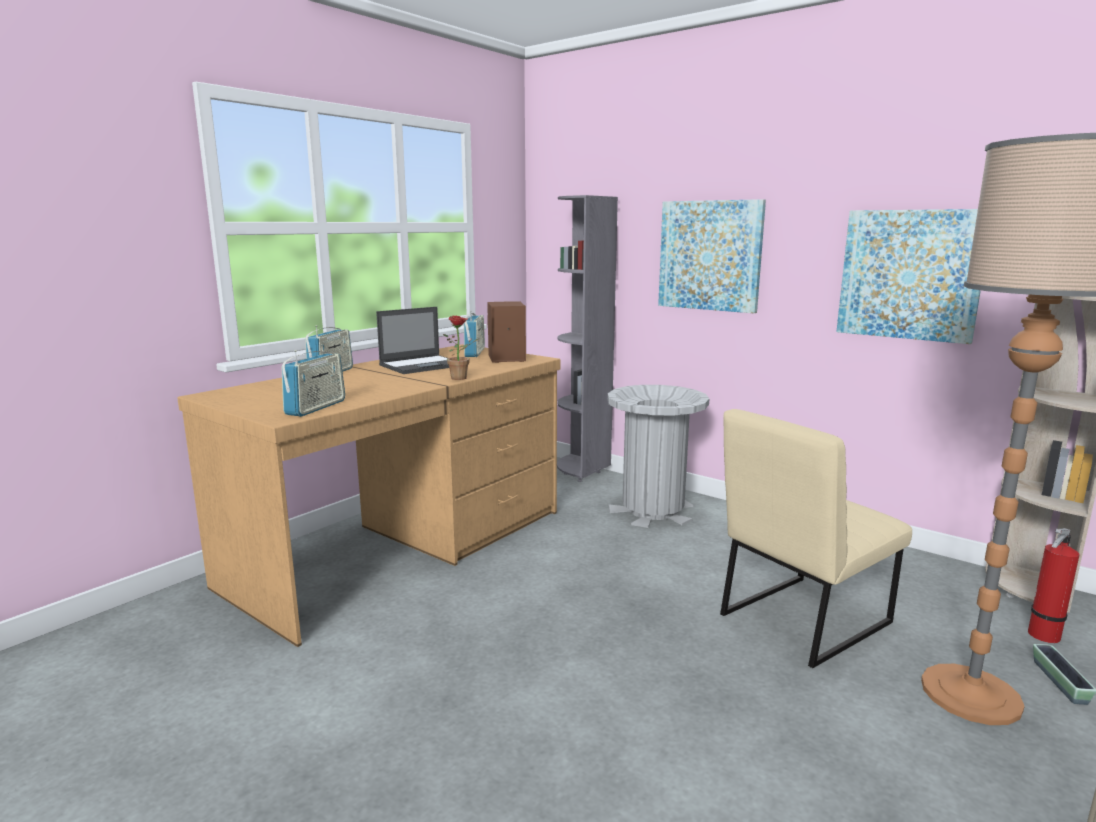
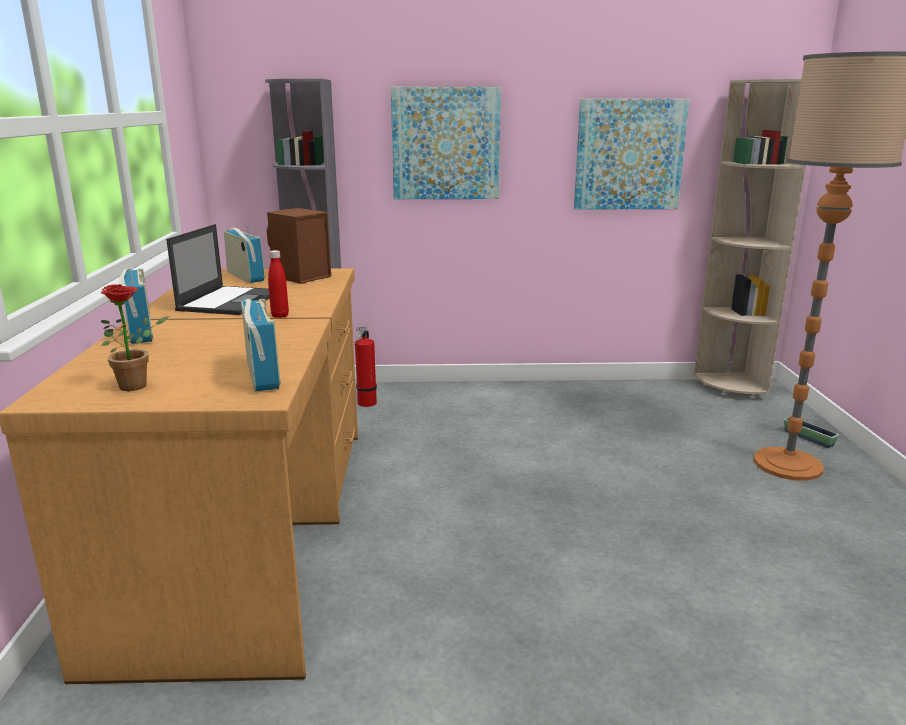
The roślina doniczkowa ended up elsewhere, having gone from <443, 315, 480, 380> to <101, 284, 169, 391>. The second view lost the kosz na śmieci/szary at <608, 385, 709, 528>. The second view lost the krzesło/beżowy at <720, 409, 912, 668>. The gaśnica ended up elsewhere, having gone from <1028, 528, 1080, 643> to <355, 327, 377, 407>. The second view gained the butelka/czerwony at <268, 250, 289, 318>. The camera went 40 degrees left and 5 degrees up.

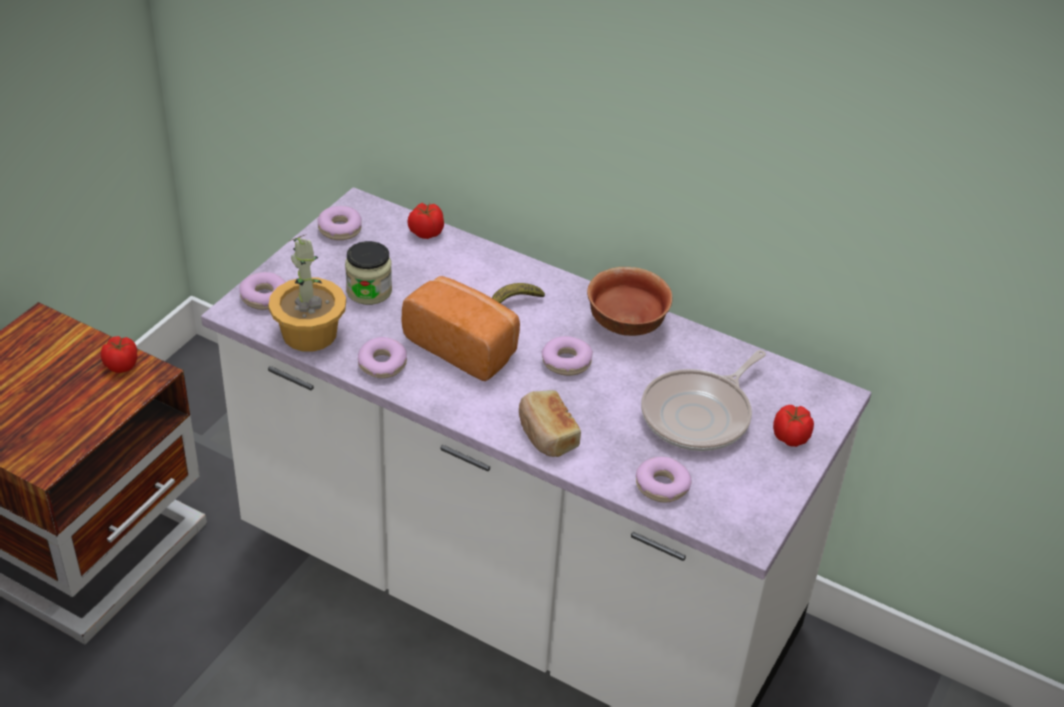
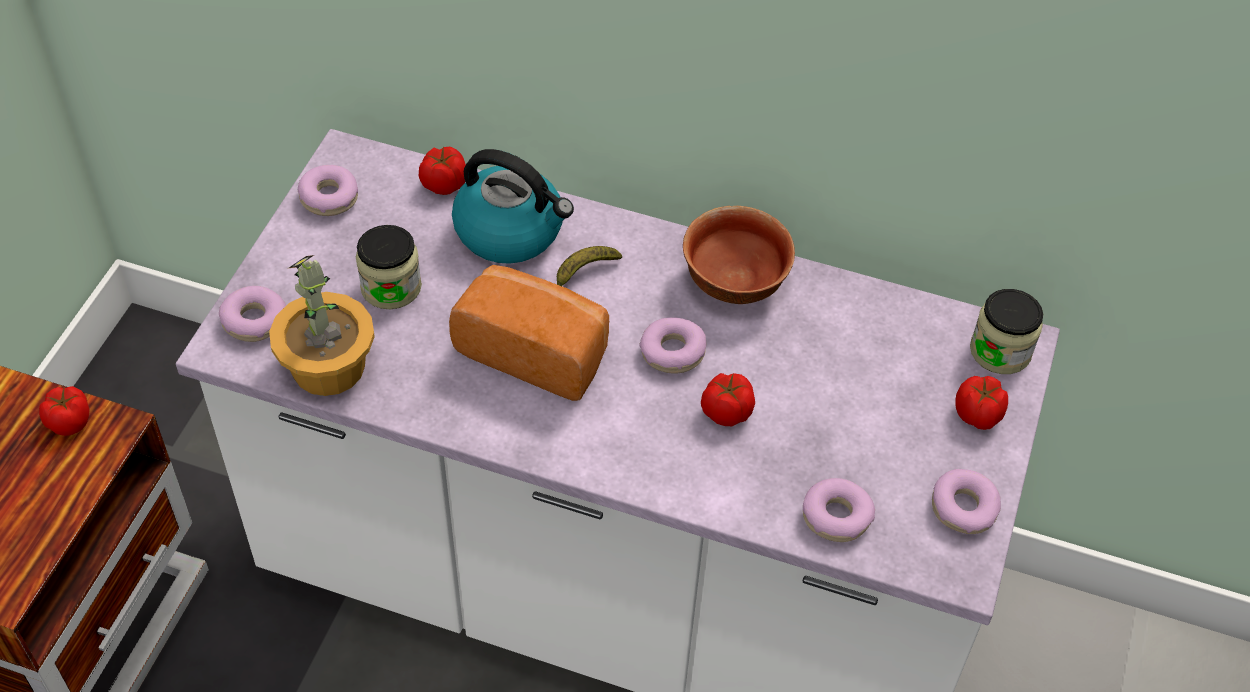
The donut ended up elsewhere, having gone from <358, 337, 407, 378> to <932, 469, 1001, 534>. The second view lost the chleb at <519, 390, 581, 457>. The second view lost the patelnia at <641, 350, 766, 451>. The second view gained the czajnik at <452, 149, 574, 264>. The second view gained the pomidor at <701, 373, 755, 426>. The second view gained the słoik at <970, 289, 1043, 374>. The camera went 10 degrees left and 10 degrees up.

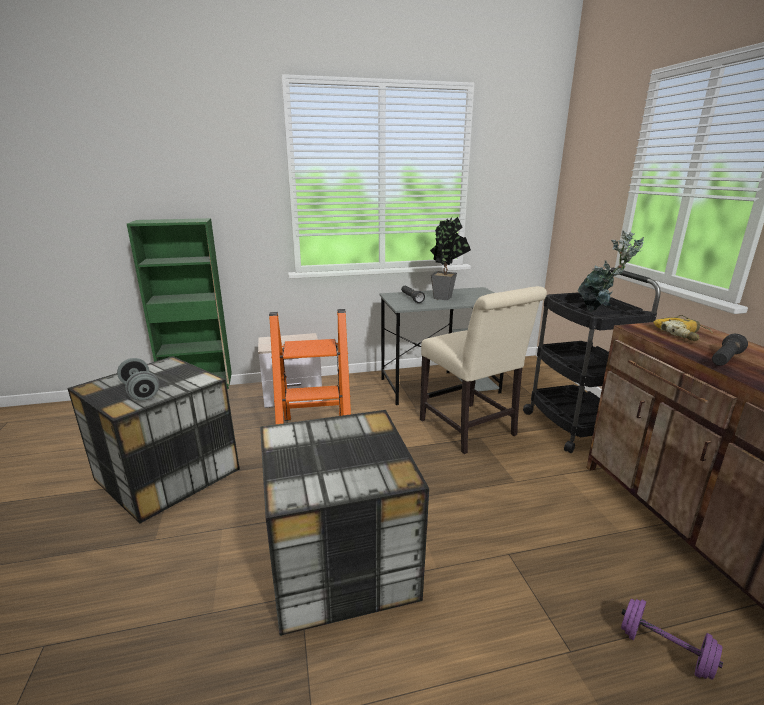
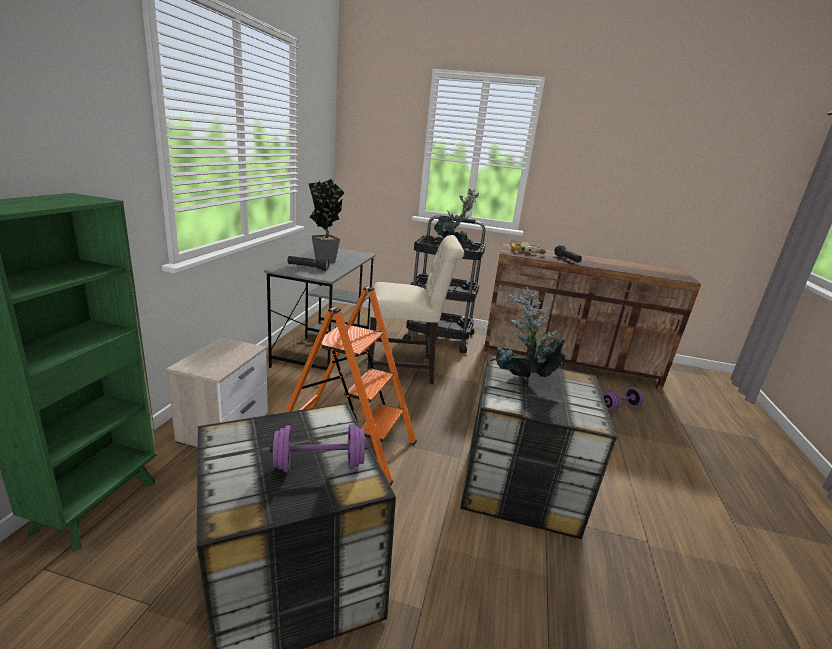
What was the hantel/szary at <117, 358, 159, 401> turned into the hantel/fioletowy at <270, 424, 368, 472>. The second view gained the roślina doniczkowa at <491, 287, 566, 378>. The camera went 65 degrees left and 0 degrees up.

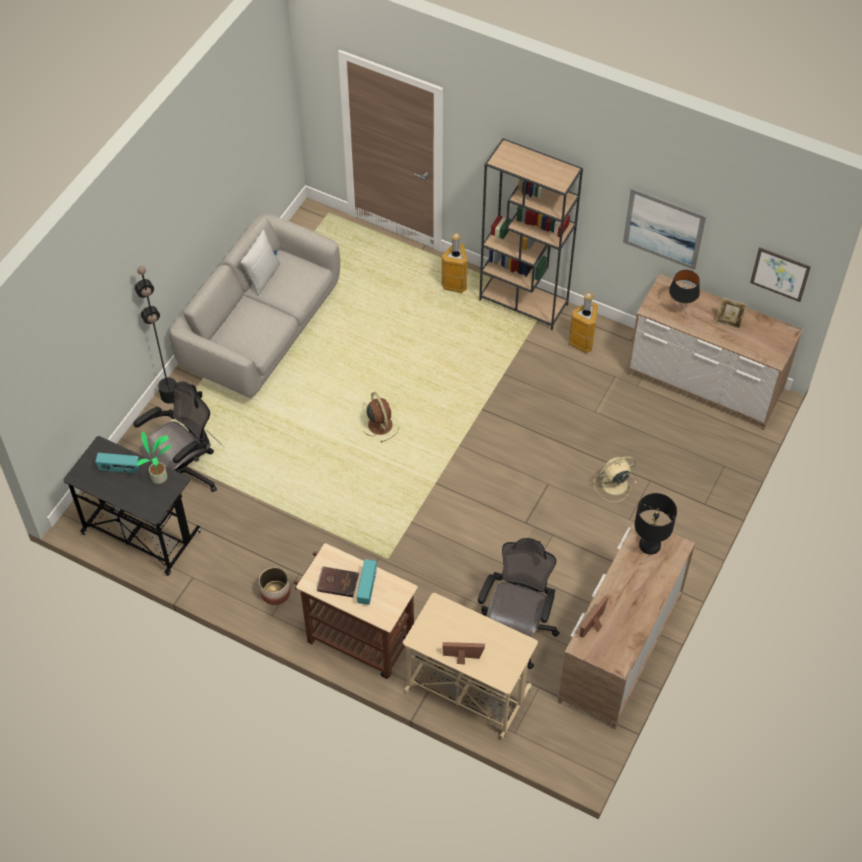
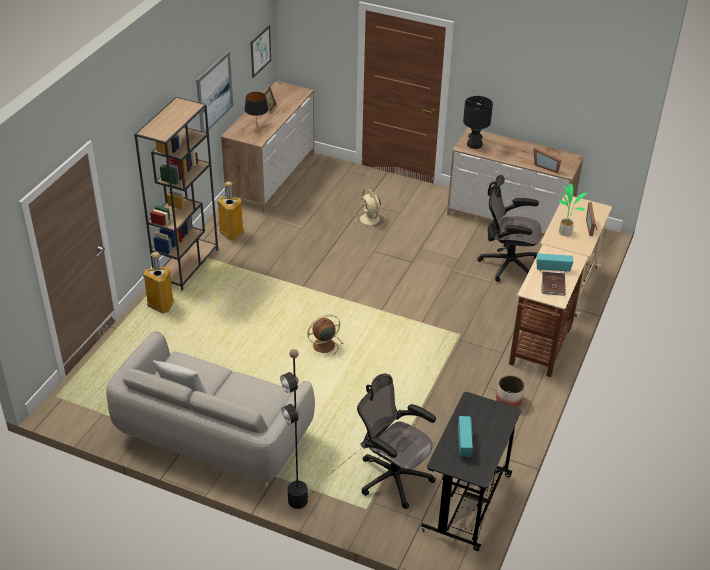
The roślina doniczkowa ended up elsewhere, having gone from <136, 432, 171, 484> to <559, 184, 587, 236>. The camera went 95 degrees left and 15 degrees down.

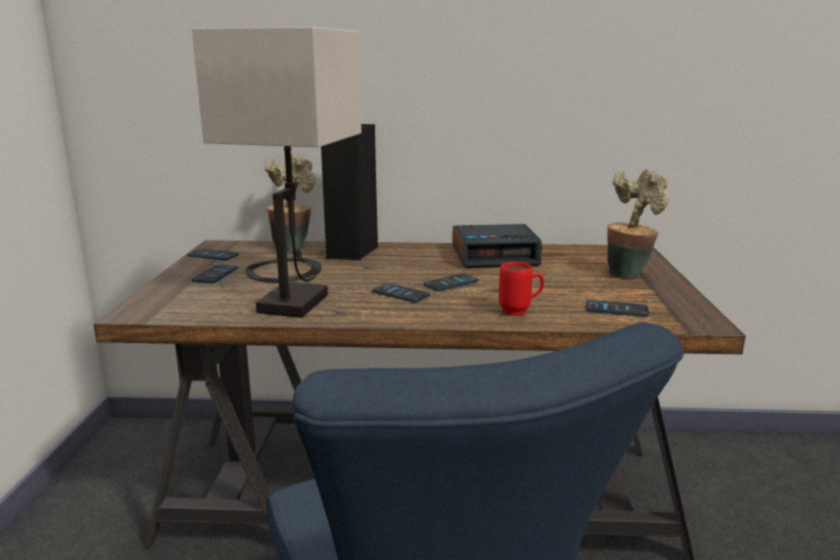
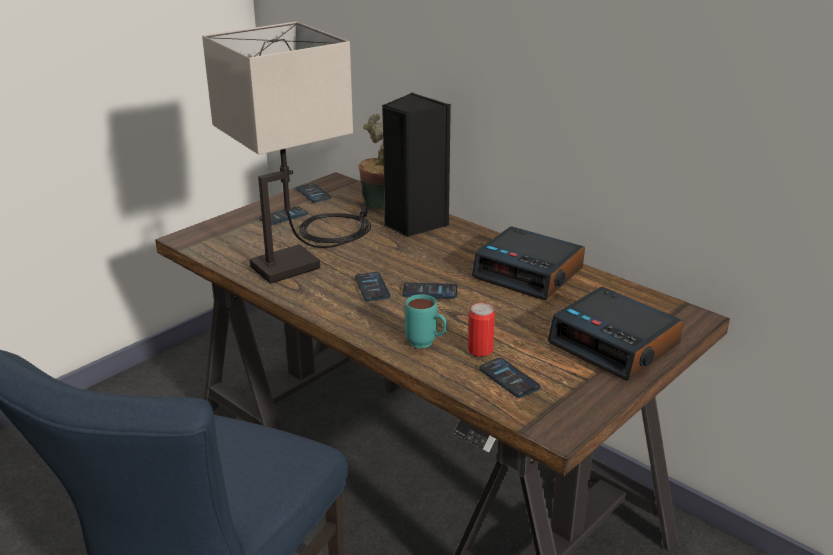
What was the kubek/czerwony at <499, 262, 544, 316> turned into the kubek/turkusowy at <405, 294, 447, 349>. Where the roślina doniczkowa stood at <607, 169, 669, 279>, the budzik came to stand at <548, 287, 684, 381>. The second view gained the puszka at <468, 303, 495, 357>. The camera went 40 degrees right and 10 degrees up.

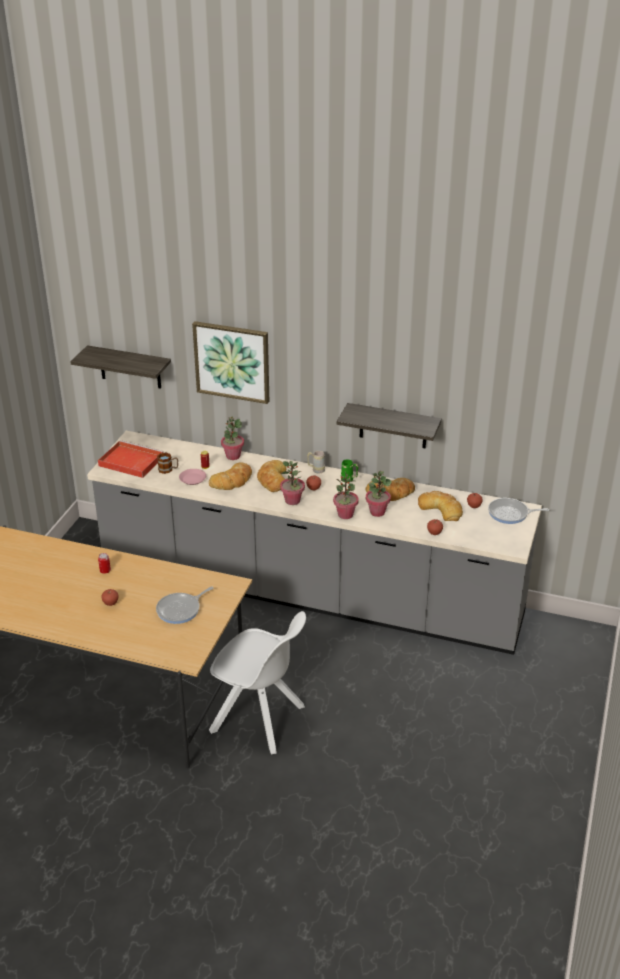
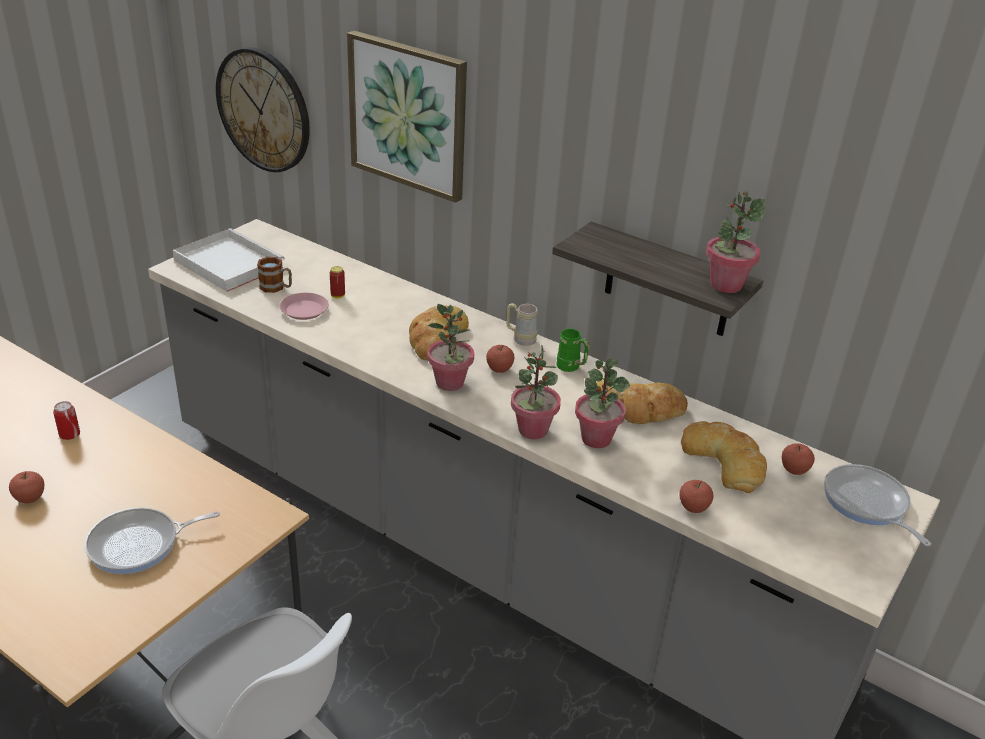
Where the półka hung at <70, 345, 171, 388>, the zegar ścienny came to hang at <216, 47, 310, 172>. What was the taca/czerwony at <98, 440, 164, 478> turned into the taca/biały at <173, 228, 285, 292>. The second view lost the chleb at <209, 463, 252, 490>. The roślina doniczkowa ended up elsewhere, having gone from <221, 416, 244, 460> to <706, 191, 765, 293>. The patelnia at <488, 498, 549, 524> ended up facing another way, 45 degrees clockwise from before. The camera went 15 degrees right and 0 degrees up.

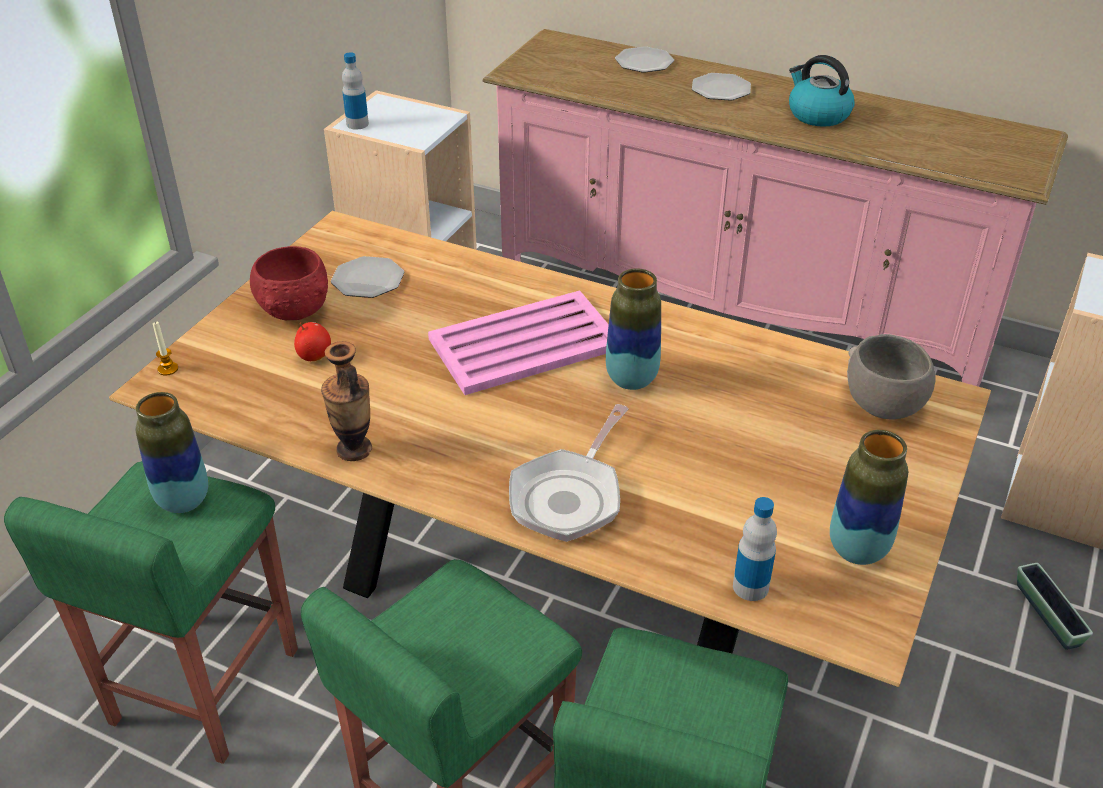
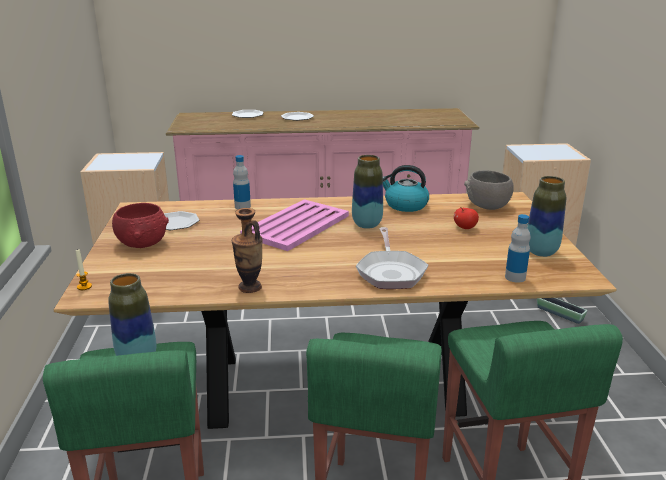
The jabłko ended up elsewhere, having gone from <294, 322, 331, 361> to <454, 207, 479, 229>. The butelka ended up elsewhere, having gone from <342, 52, 369, 130> to <233, 155, 251, 209>. The czajnik ended up elsewhere, having gone from <789, 55, 855, 127> to <383, 165, 429, 212>. The camera went 30 degrees left and 15 degrees down.

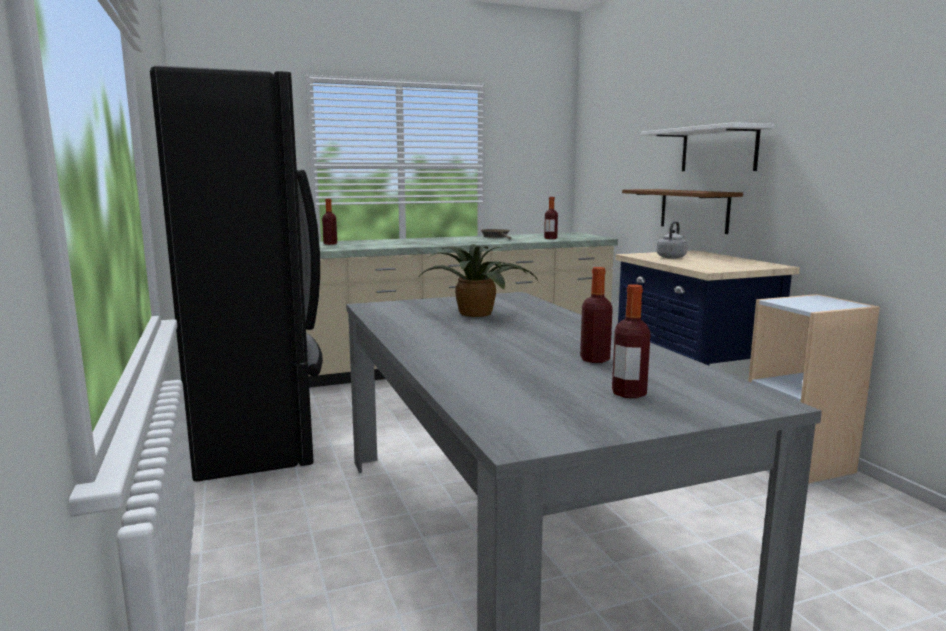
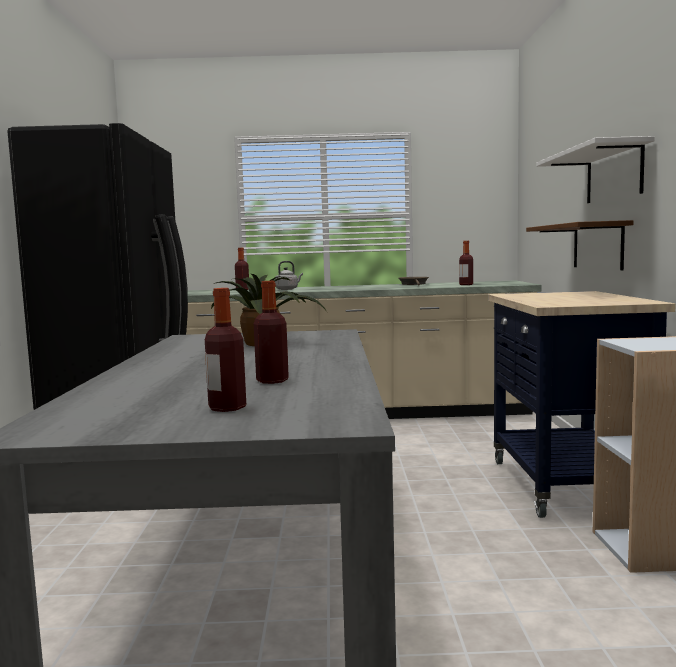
The czajnik/szary ended up elsewhere, having gone from <657, 221, 688, 259> to <275, 261, 303, 290>. The camera went 20 degrees right and 5 degrees down.

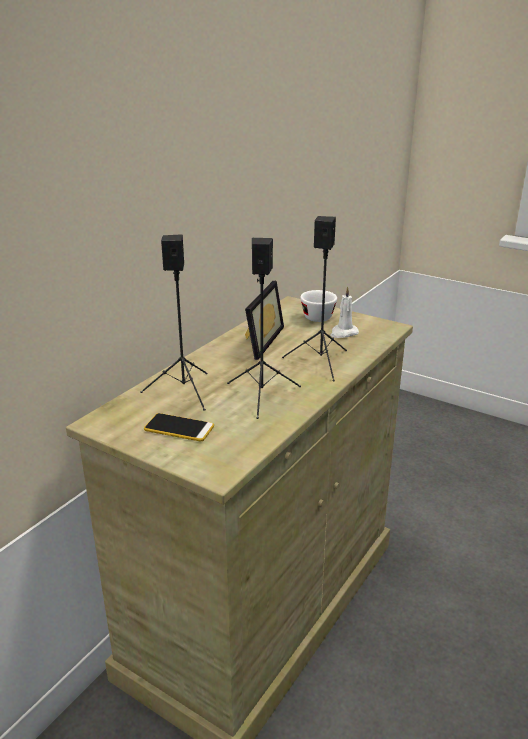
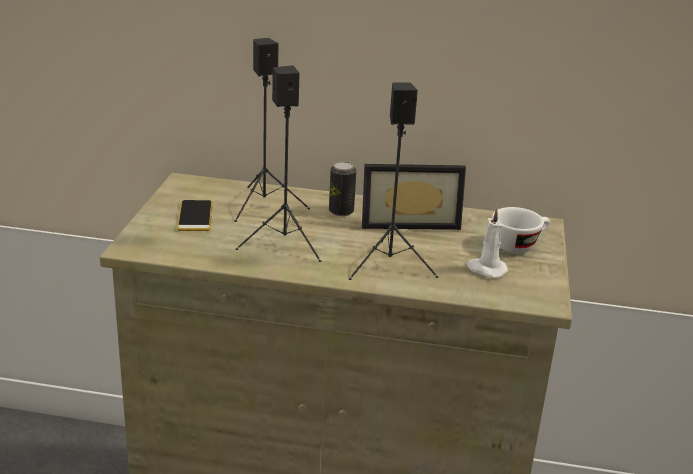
The second view gained the puszka at <329, 162, 356, 216>. The camera went 65 degrees right and 0 degrees up.

